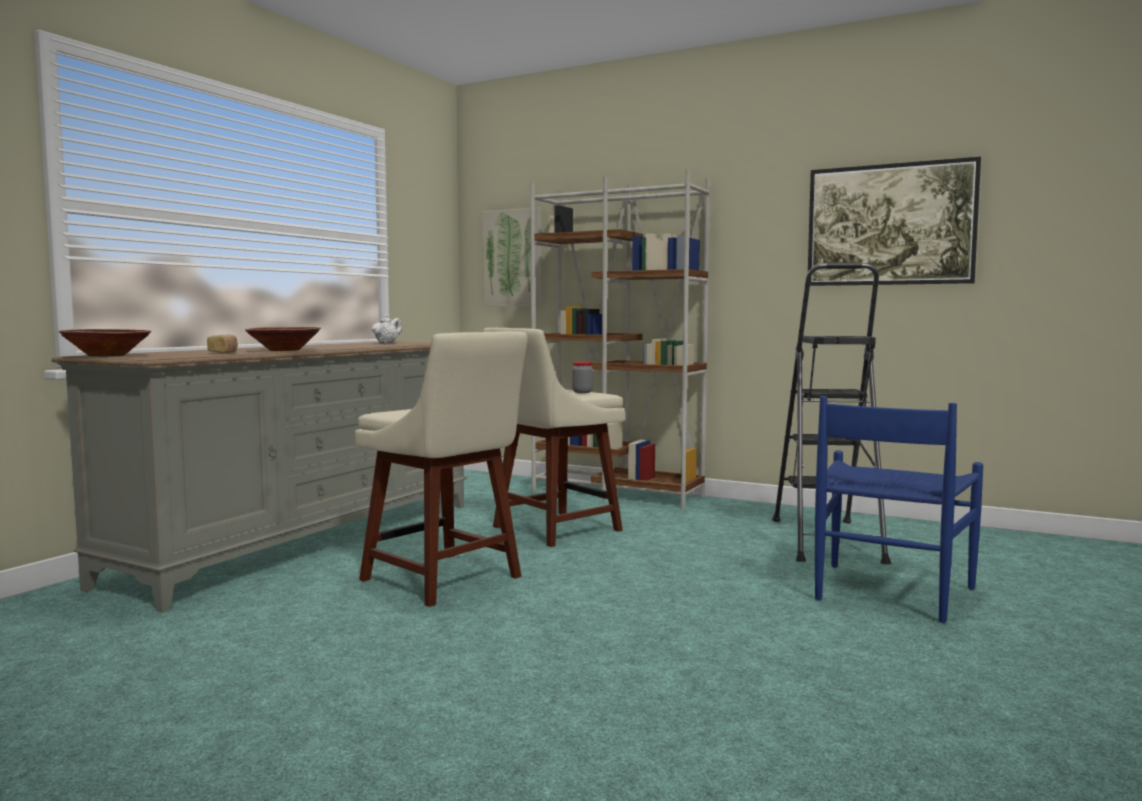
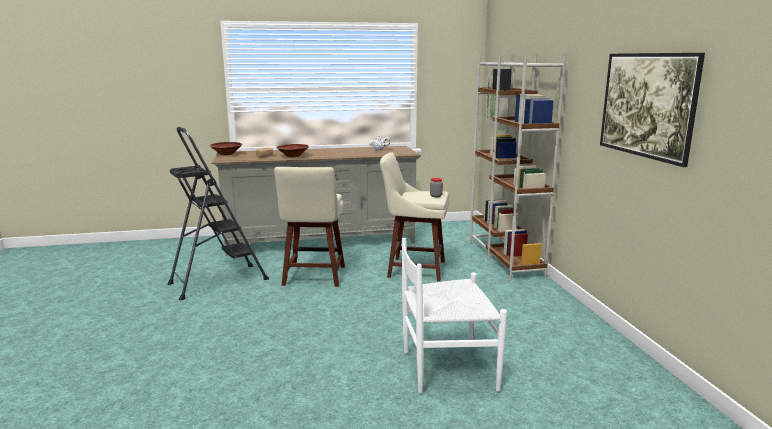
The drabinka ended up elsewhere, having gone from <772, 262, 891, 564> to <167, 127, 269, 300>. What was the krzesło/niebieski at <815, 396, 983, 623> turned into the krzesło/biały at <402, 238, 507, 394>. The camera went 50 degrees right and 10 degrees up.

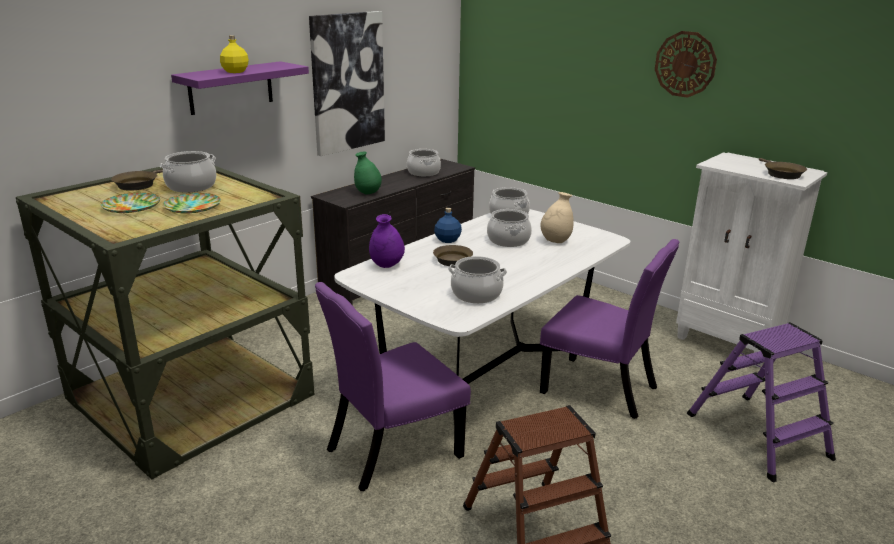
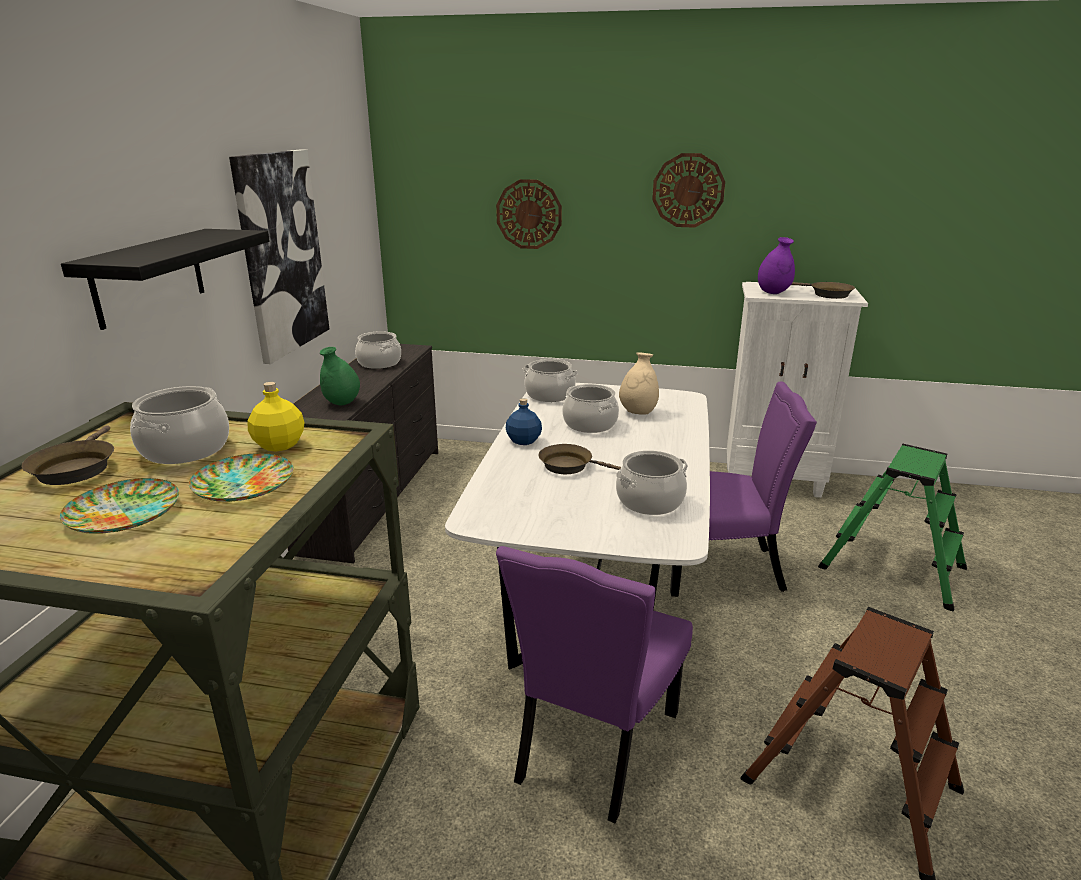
What was the półka/fioletowy at <171, 61, 309, 115> turned into the półka/czarny at <61, 229, 270, 330>. The butelka/żółty ended up elsewhere, having gone from <220, 35, 249, 73> to <247, 382, 305, 451>. The wazon/fioletowy ended up elsewhere, having gone from <369, 214, 405, 268> to <758, 237, 795, 294>. What was the drabinka/fioletowy at <687, 322, 836, 482> turned into the drabinka/zielony at <818, 443, 967, 611>. The second view gained the zegar ścienny at <496, 179, 562, 249>. The camera went 30 degrees left and 0 degrees up.

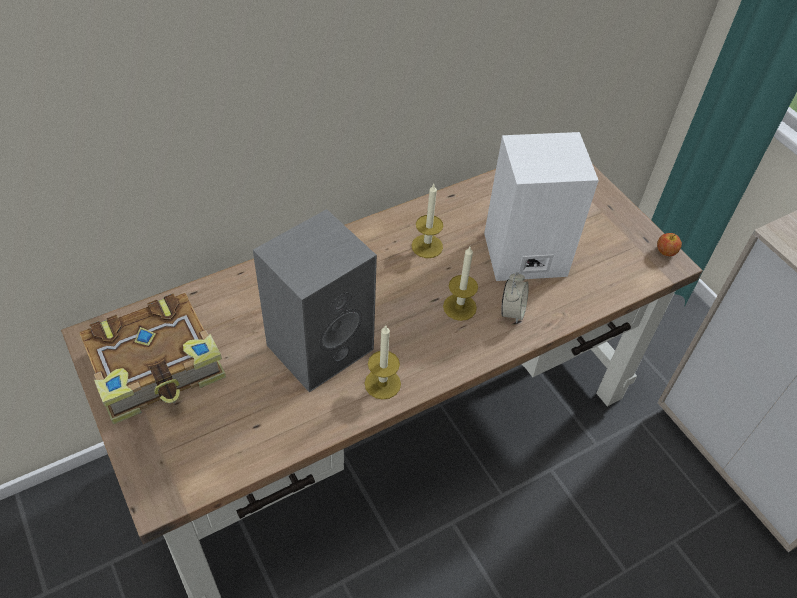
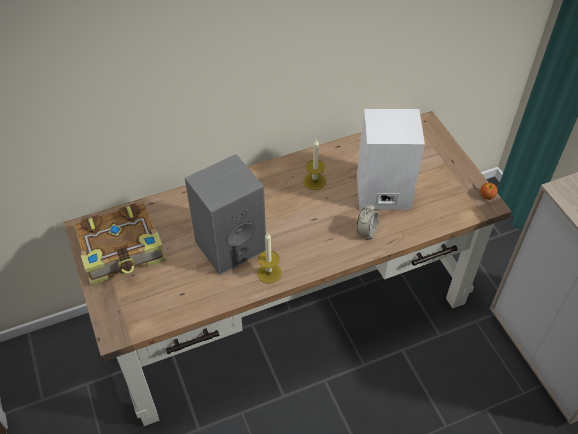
The second view lost the świeca at <443, 247, 478, 321>. The camera went 10 degrees right and 0 degrees up.

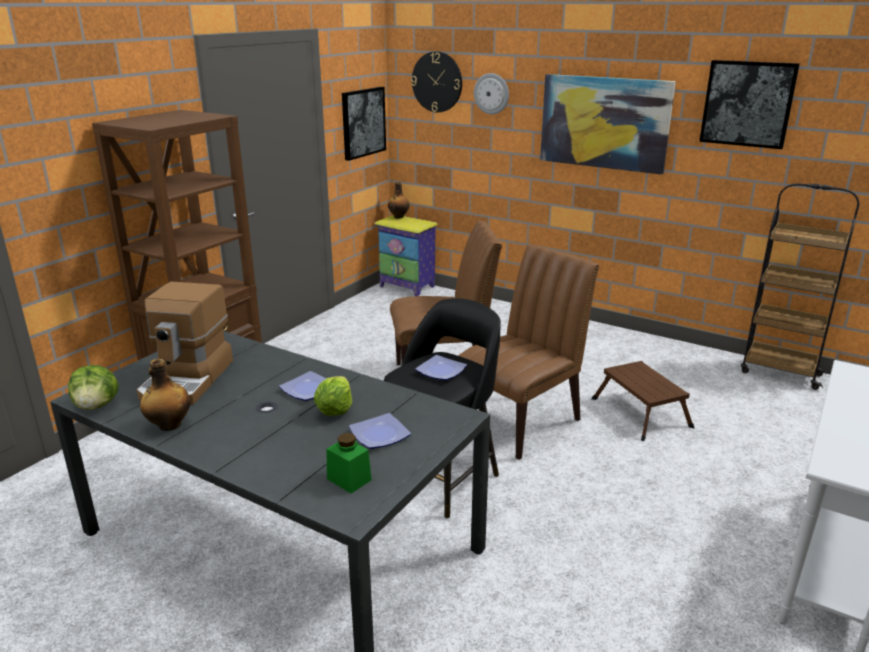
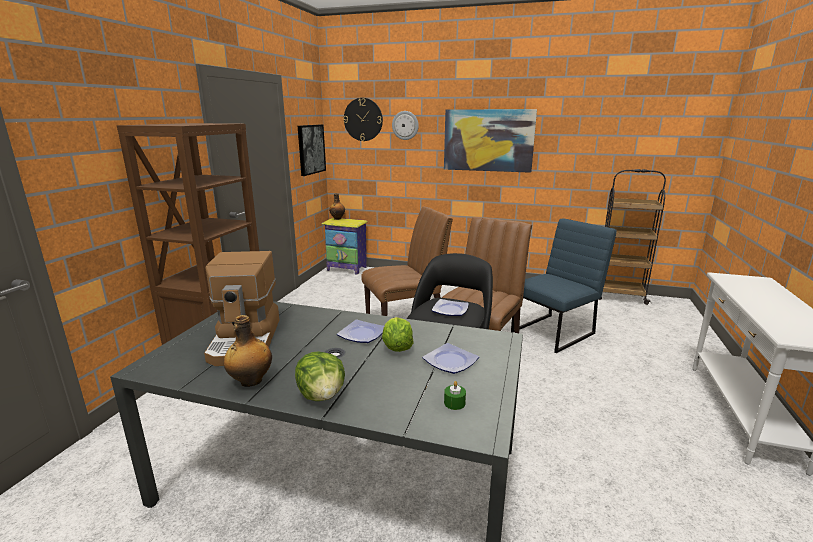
The sałata ended up elsewhere, having gone from <68, 365, 119, 410> to <295, 351, 345, 401>. Where the słoik/zielony stood at <326, 433, 371, 493>, the świeca/zielony came to stand at <444, 381, 466, 410>. Where the drabinka/brązowy stood at <591, 361, 694, 441>, the krzesło/niebieski came to stand at <511, 219, 617, 353>. The second view lost the obraz at <699, 60, 800, 149>. The camera went 15 degrees left and 5 degrees down.

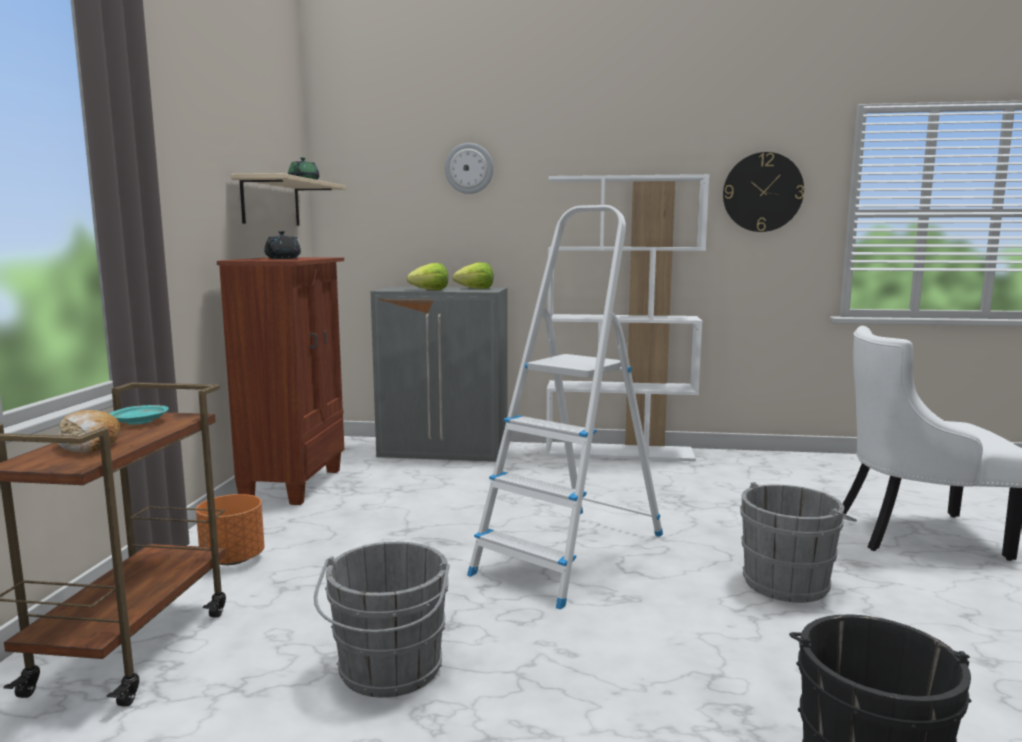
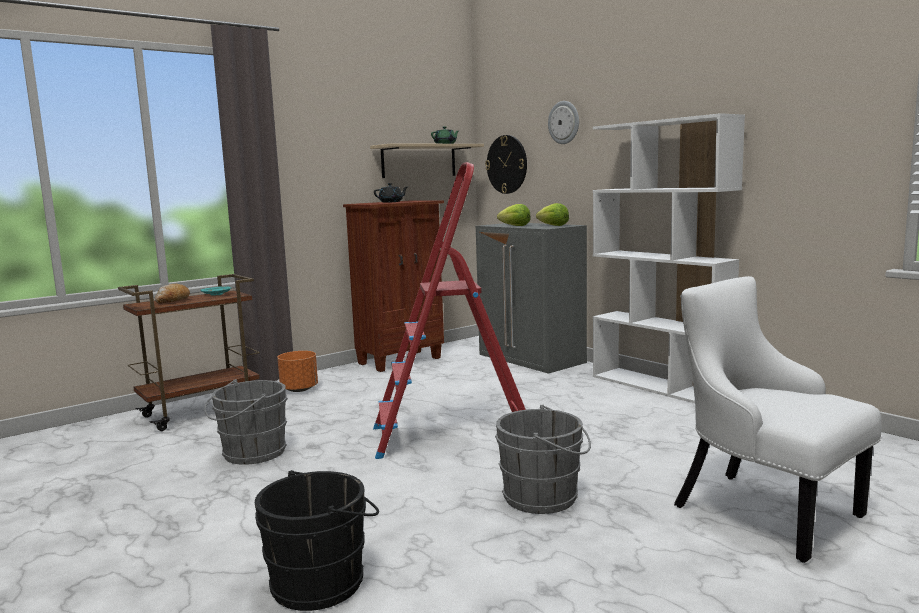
What was the drabinka/biały at <467, 205, 663, 609> turned into the drabinka/czerwony at <373, 162, 526, 459>. The zegar ścienny ended up elsewhere, having gone from <723, 152, 804, 232> to <485, 135, 527, 194>. The camera went 45 degrees right and 0 degrees up.

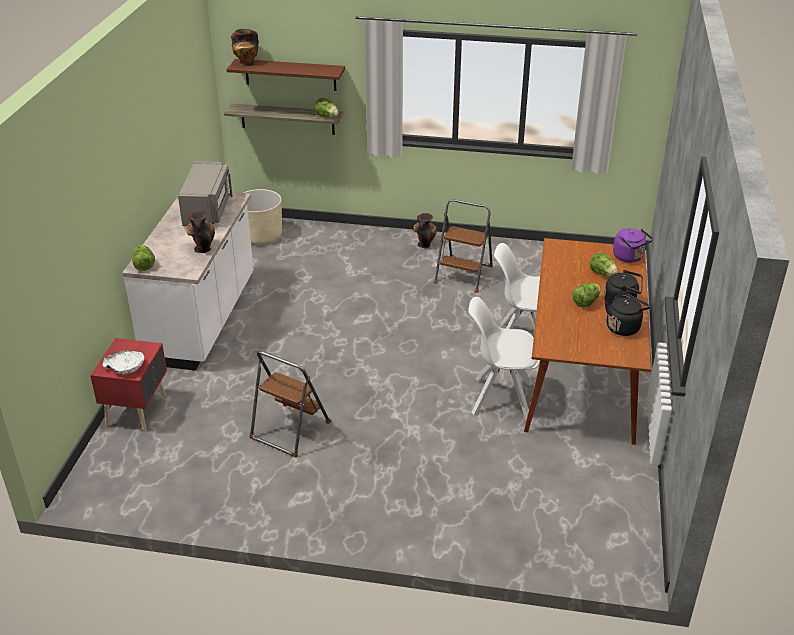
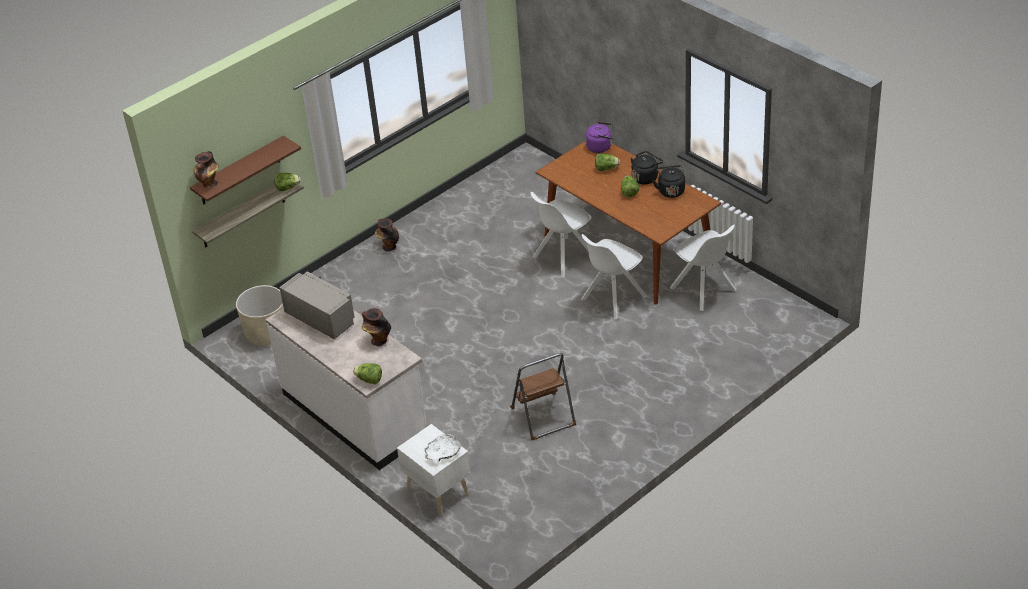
What was the szafka nocna/czerwony at <90, 338, 167, 432> turned into the szafka nocna/biały at <397, 424, 471, 515>. The second view lost the drabinka/brązowy at <433, 199, 493, 293>. The second view gained the krzesło/biały at <670, 225, 736, 311>. The camera went 50 degrees left and 5 degrees up.

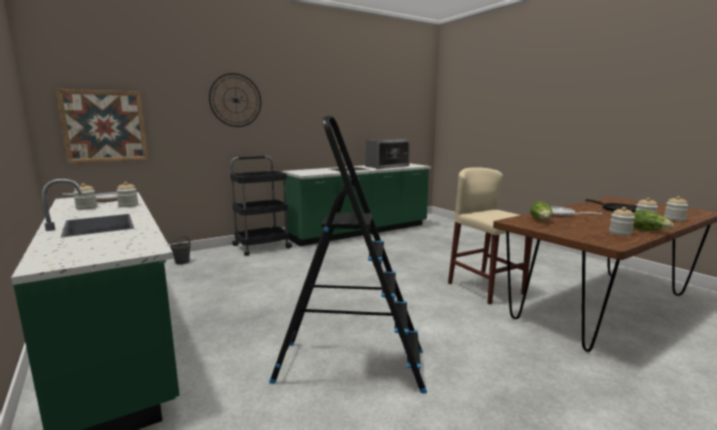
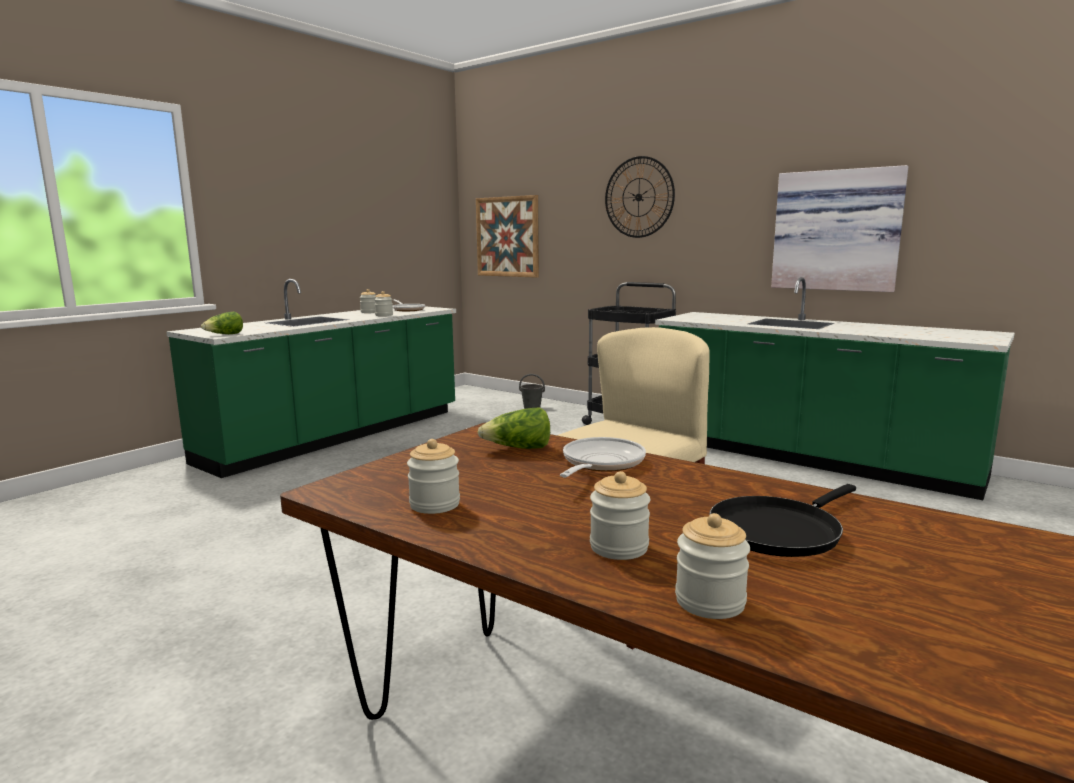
The second view lost the drabinka/czarny at <269, 115, 427, 394>. The second view lost the mikrofalówka at <365, 139, 410, 169>. The sałata ended up elsewhere, having gone from <633, 210, 674, 230> to <201, 312, 243, 334>. The second view gained the obraz at <771, 165, 908, 292>. The camera went 70 degrees right and 0 degrees up.

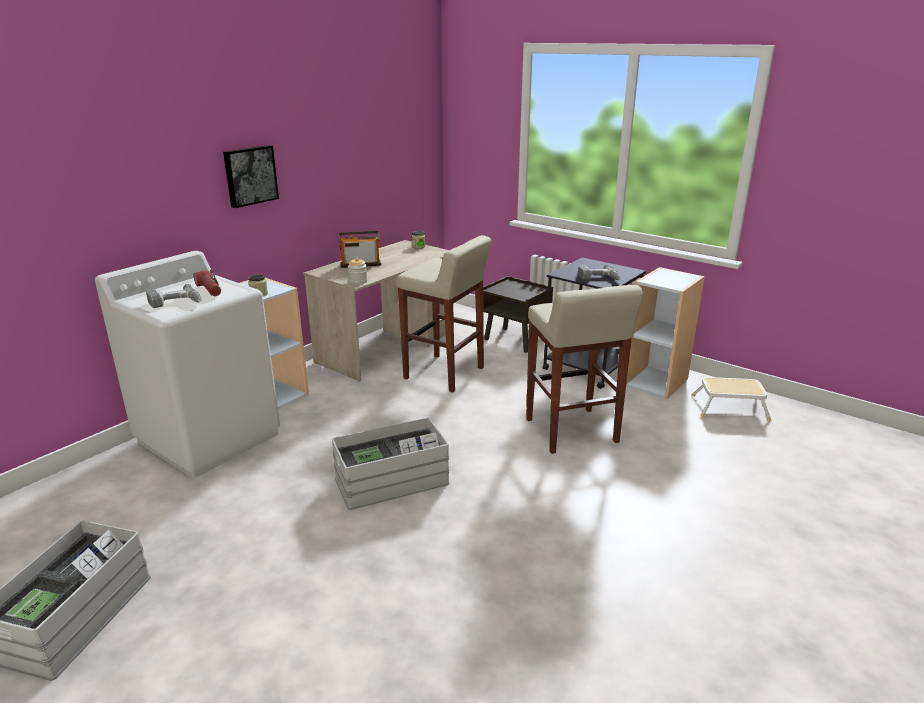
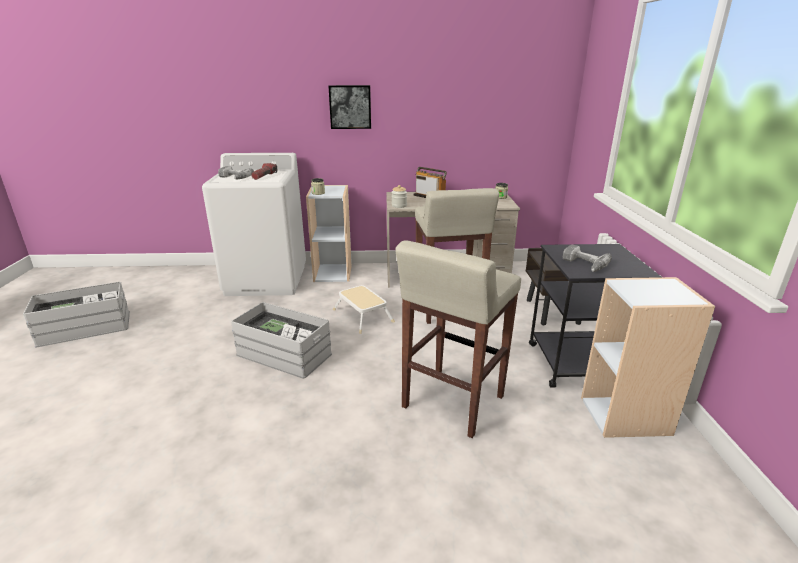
The drabinka/beżowy ended up elsewhere, having gone from <691, 377, 772, 422> to <333, 285, 395, 334>. The camera went 50 degrees right and 0 degrees up.

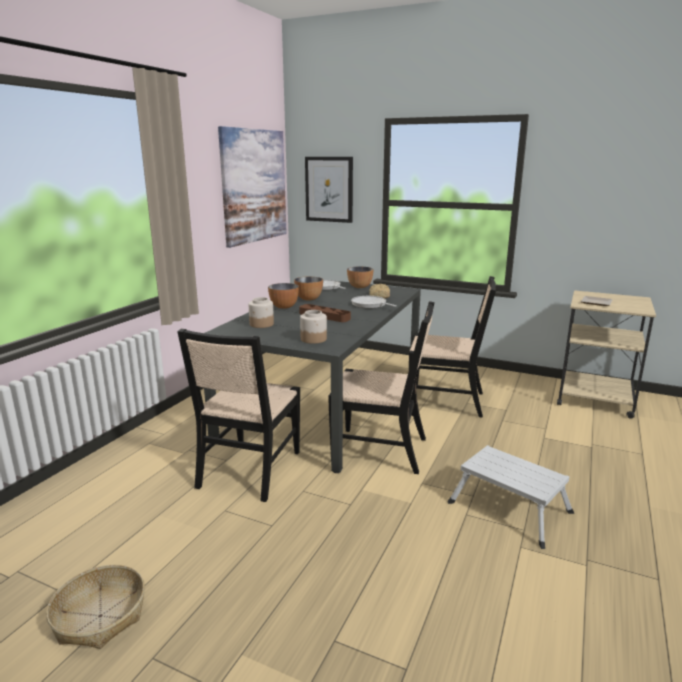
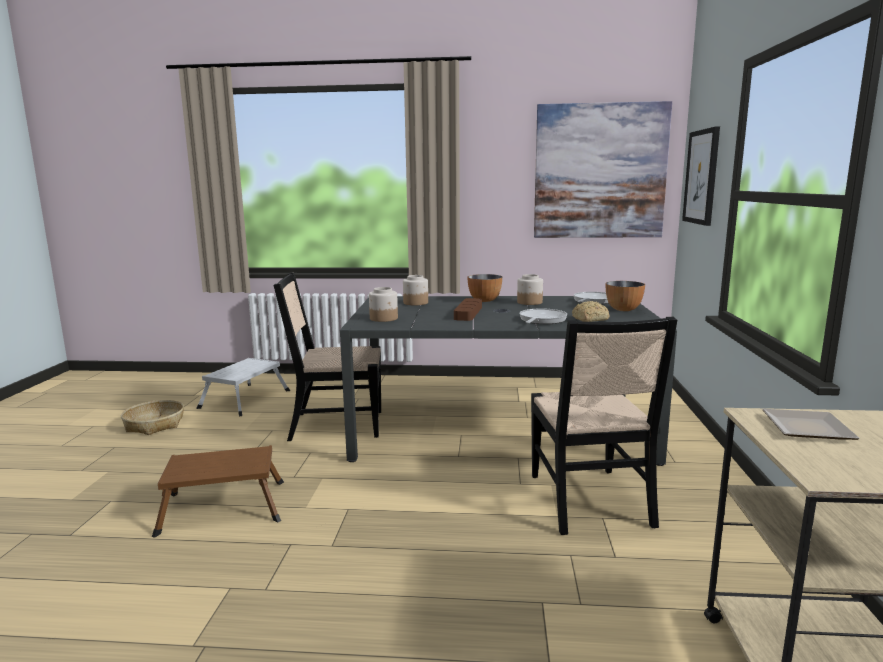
Where the miska stood at <294, 276, 323, 301>, the słoik came to stand at <517, 274, 543, 305>. The second view lost the krzesło at <328, 301, 435, 474>. The drabinka/biały ended up elsewhere, having gone from <447, 445, 574, 549> to <196, 358, 290, 417>. The second view gained the drabinka/brązowy at <152, 445, 284, 538>. The camera went 70 degrees right and 5 degrees down.

